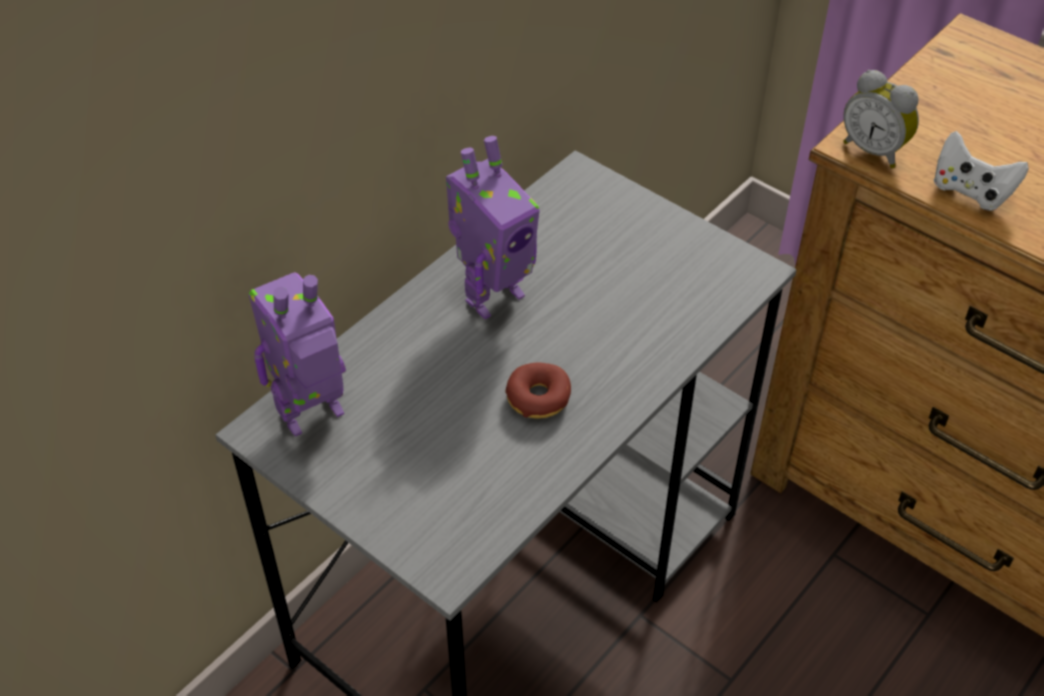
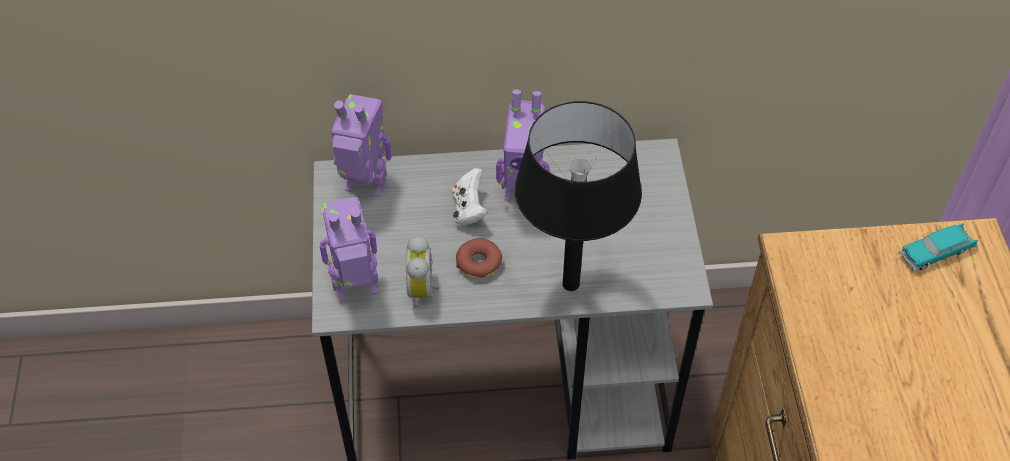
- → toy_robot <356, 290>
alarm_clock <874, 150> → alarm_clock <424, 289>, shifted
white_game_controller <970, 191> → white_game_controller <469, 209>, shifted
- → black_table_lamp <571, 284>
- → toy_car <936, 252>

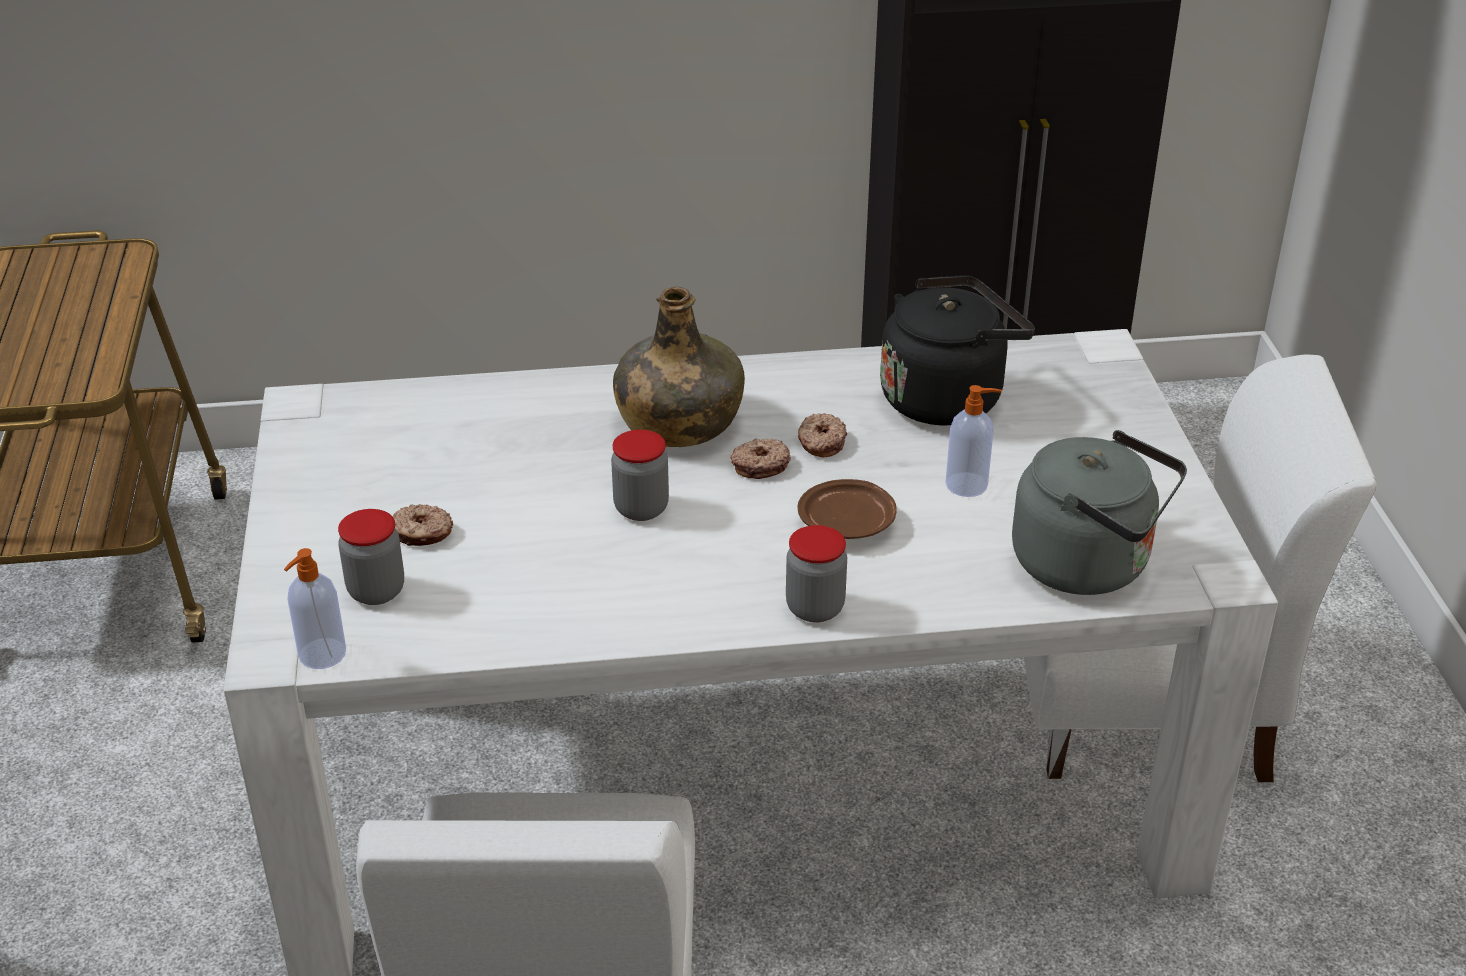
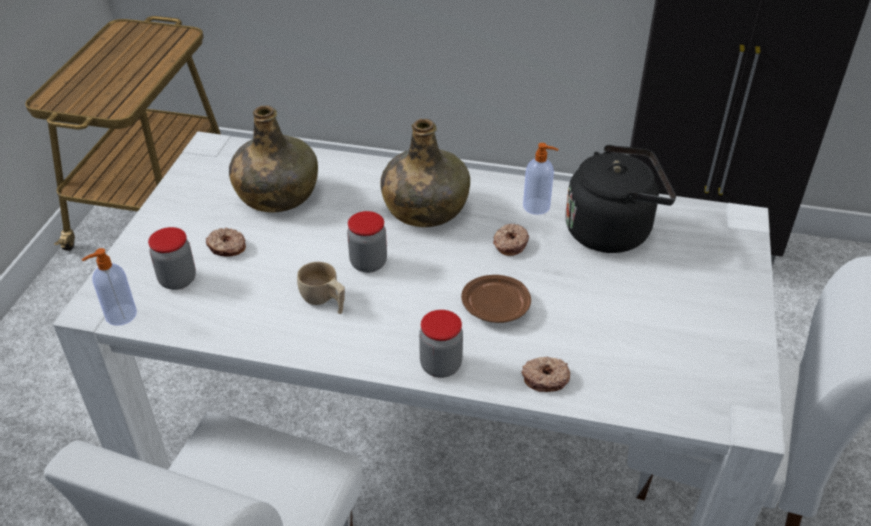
- → green_bottle <277, 195>
- → beige_cup <324, 301>
donut <760, 465> → donut <545, 378>, shifted
soap_dispenser <968, 485> → soap_dispenser <537, 207>, shifted
grey_kettle <1089, 565> → -

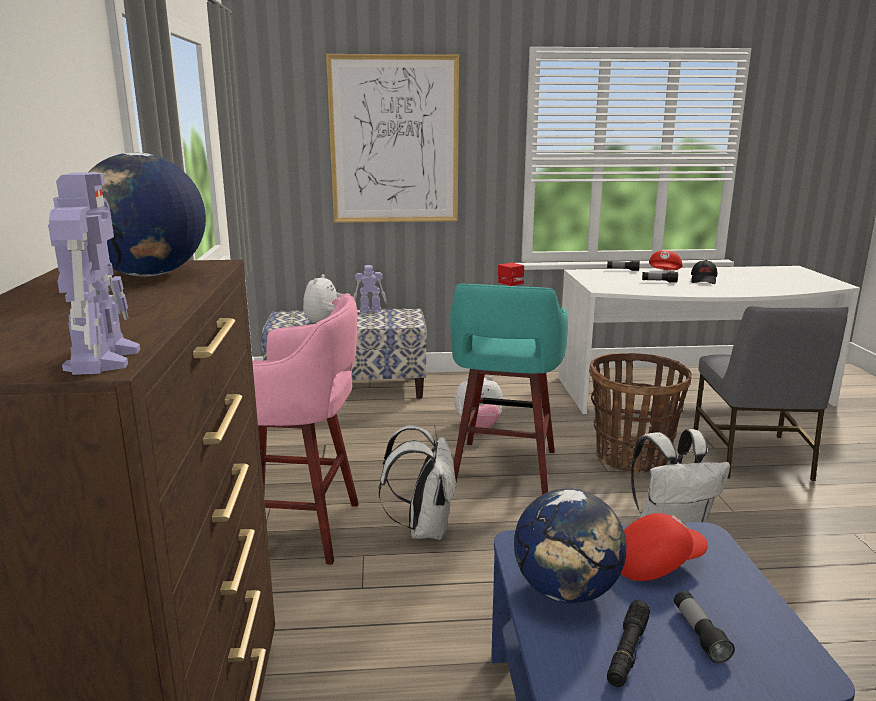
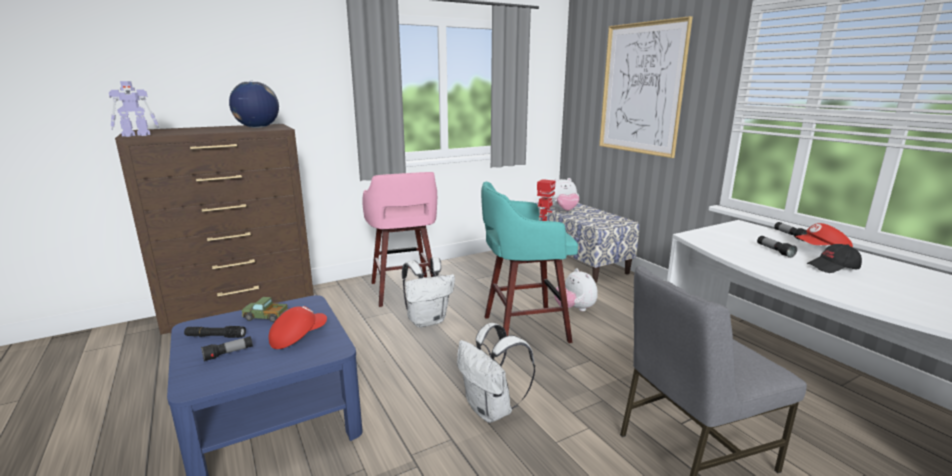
globe <566, 591> → toy_truck <266, 317>
red_cap <656, 563> → red_cap <298, 337>, 90 degrees counterclockwise
toy_robot <369, 311> → -
basket <632, 457> → -

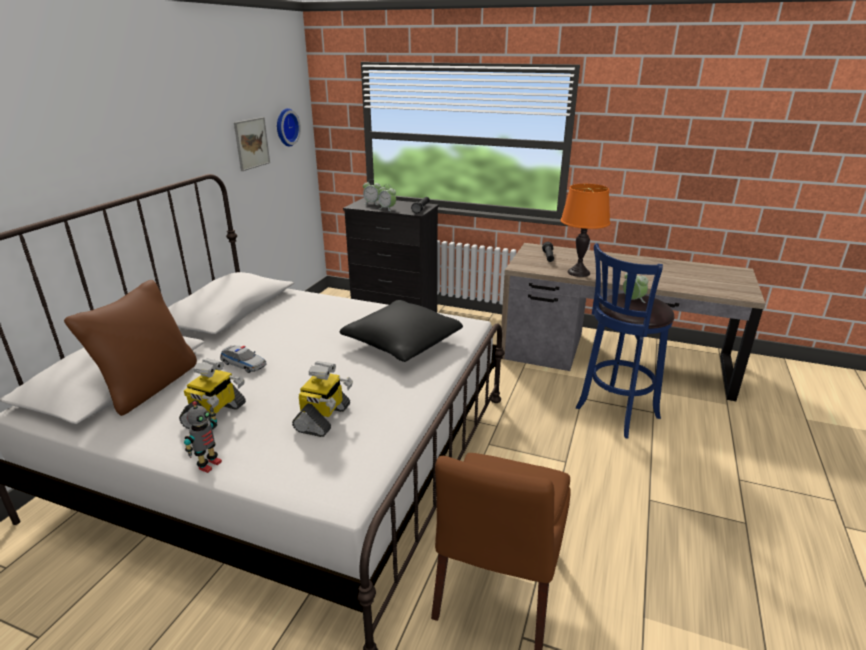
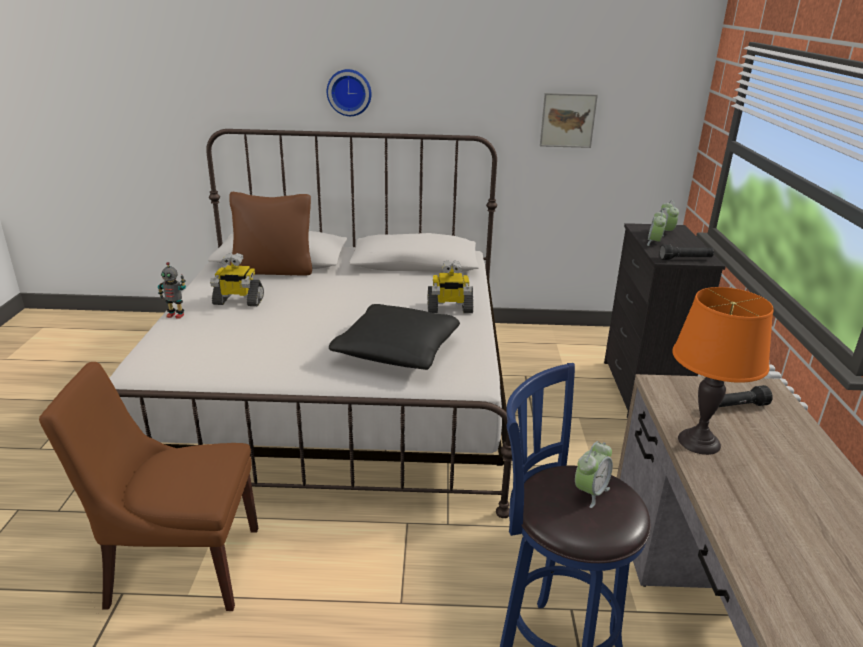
wall_clock <285, 127> → wall_clock <349, 92>, shifted
toy_robot <324, 419> → toy_robot <449, 309>, shifted
toy_car <244, 364> → -

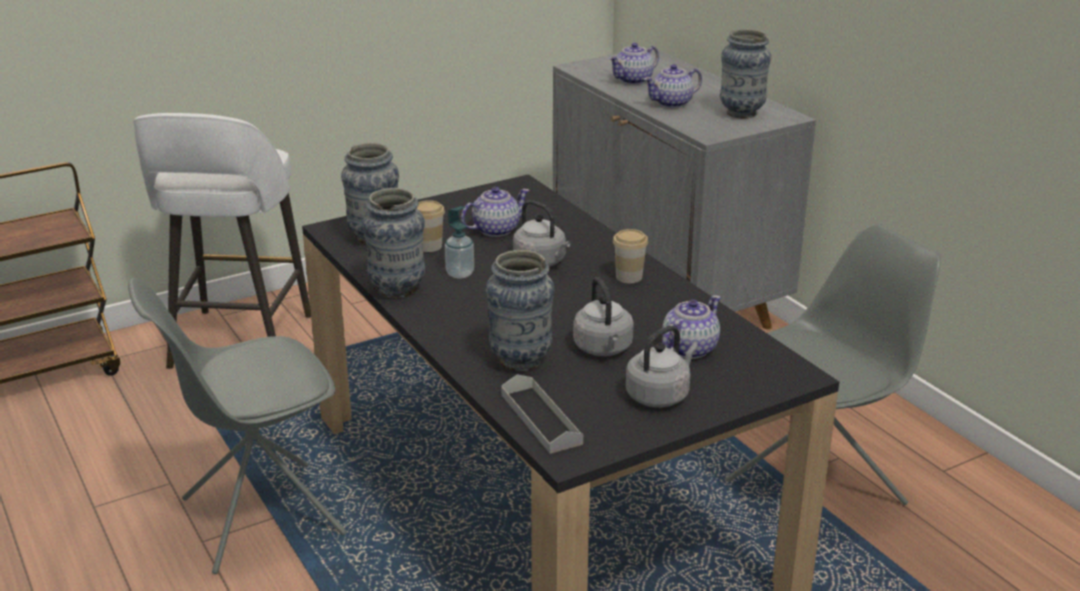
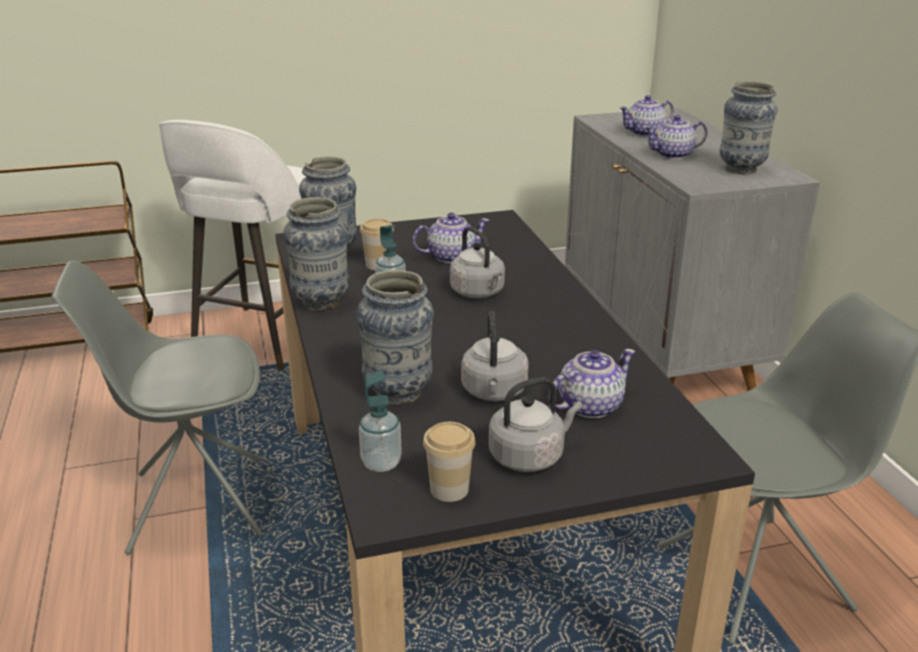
grey_tray <541, 419> → soap_dispenser <381, 463>
cup <629, 277> → cup <449, 489>, shifted

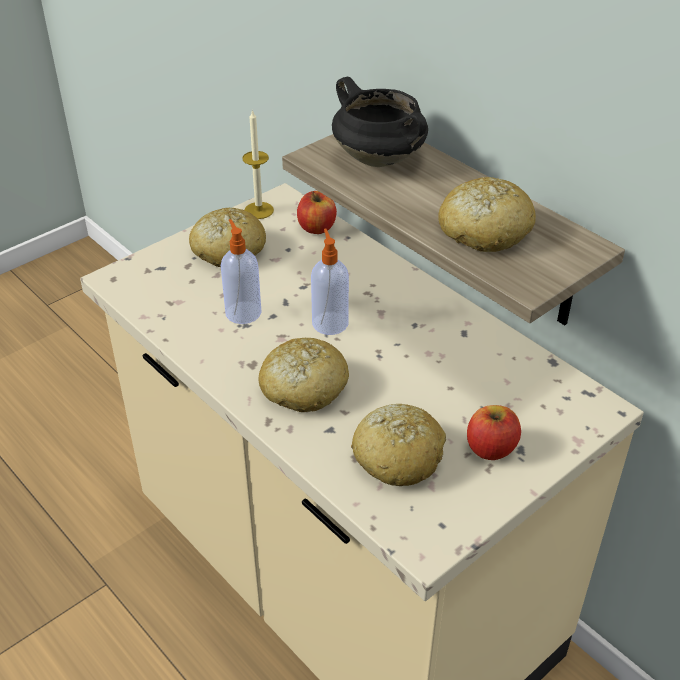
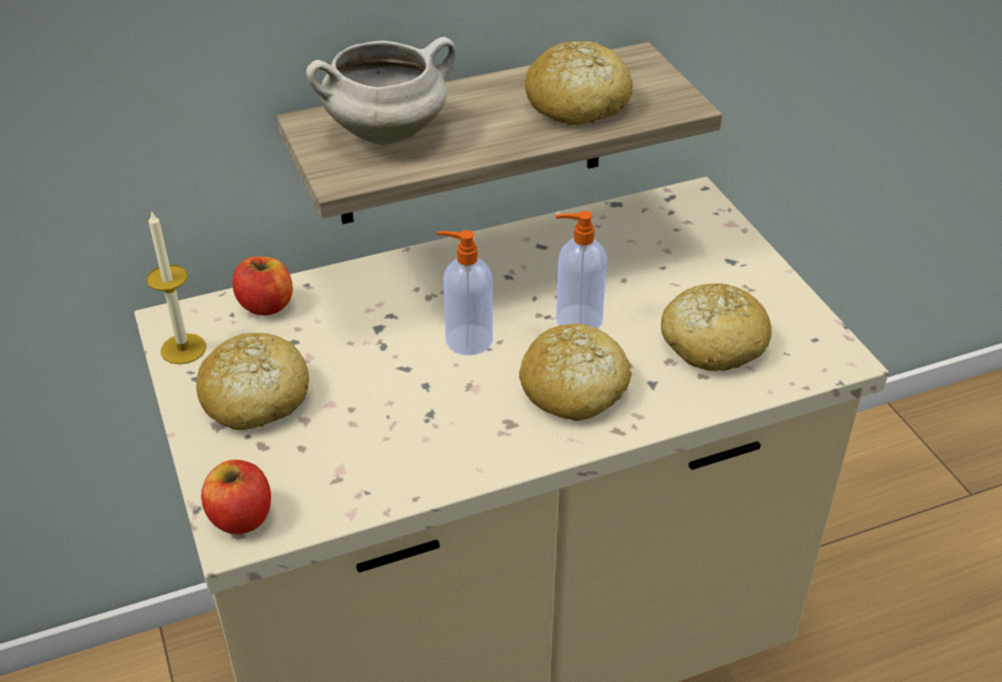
apple <490, 448> → apple <241, 517>, shifted
black_cooking_pot <381, 159> → white_cooking_pot <387, 132>
soap_dispenser <243, 312> → soap_dispenser <577, 320>, shifted

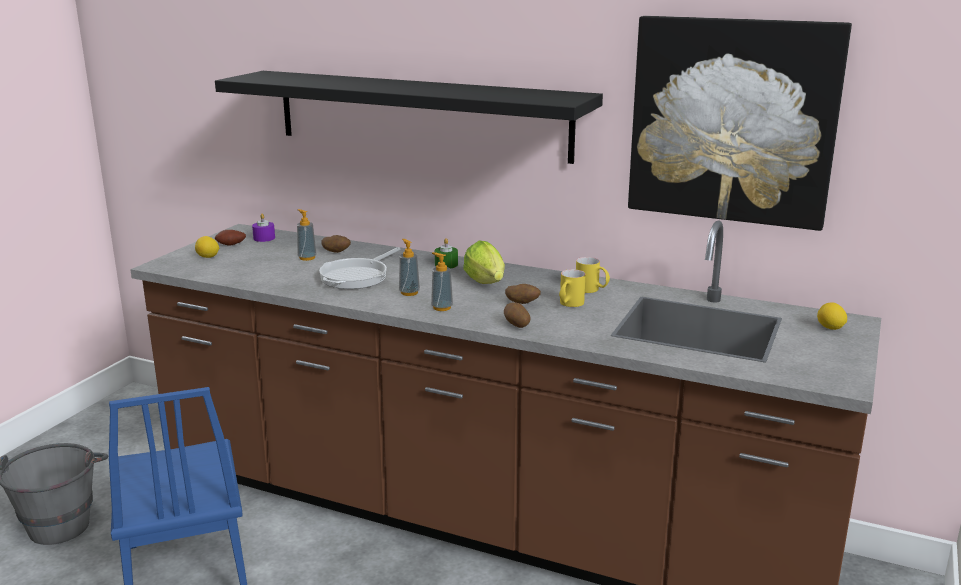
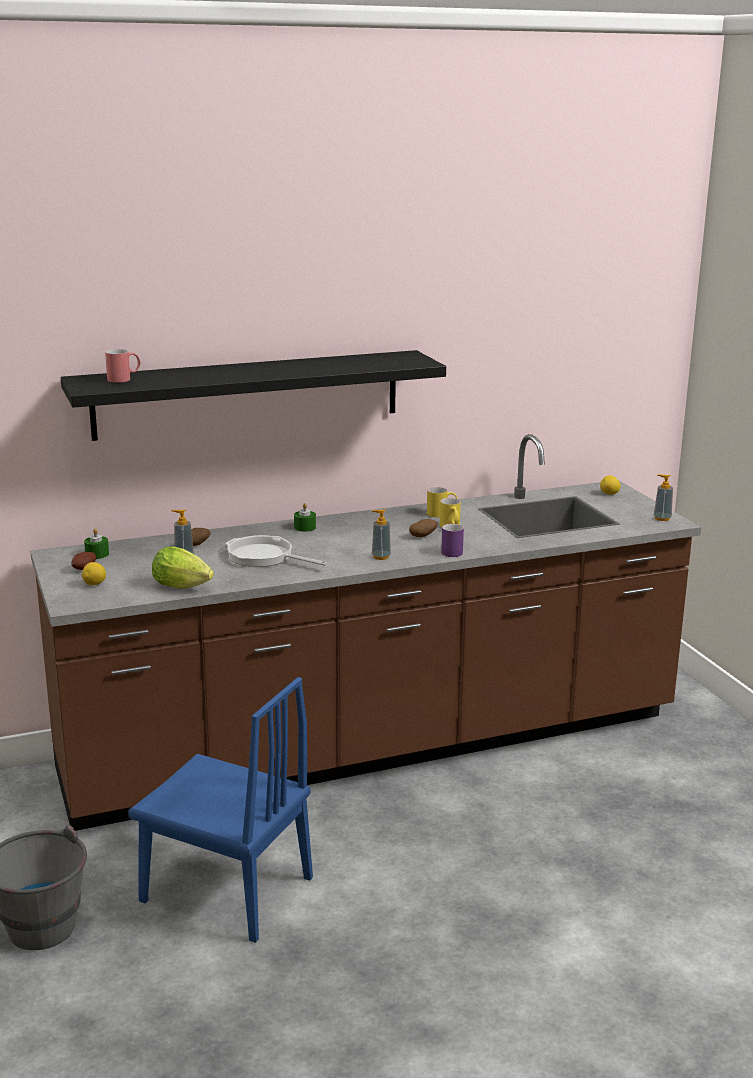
purple_candle <264, 238> → green_candle <97, 554>
- → red_mug <124, 379>
lettuce <487, 284> → lettuce <185, 587>, shifted
frying_pan <357, 276> → frying_pan <264, 557>, 135 degrees clockwise
potato <516, 325> → purple_mug <453, 551>
soap_dispenser <409, 293> → soap_dispenser <662, 518>, shifted
picture <732, 121> → -

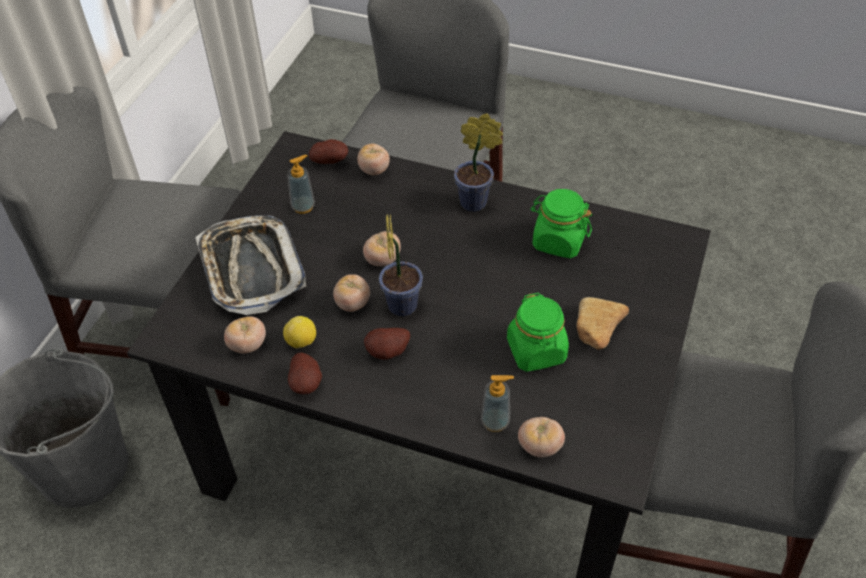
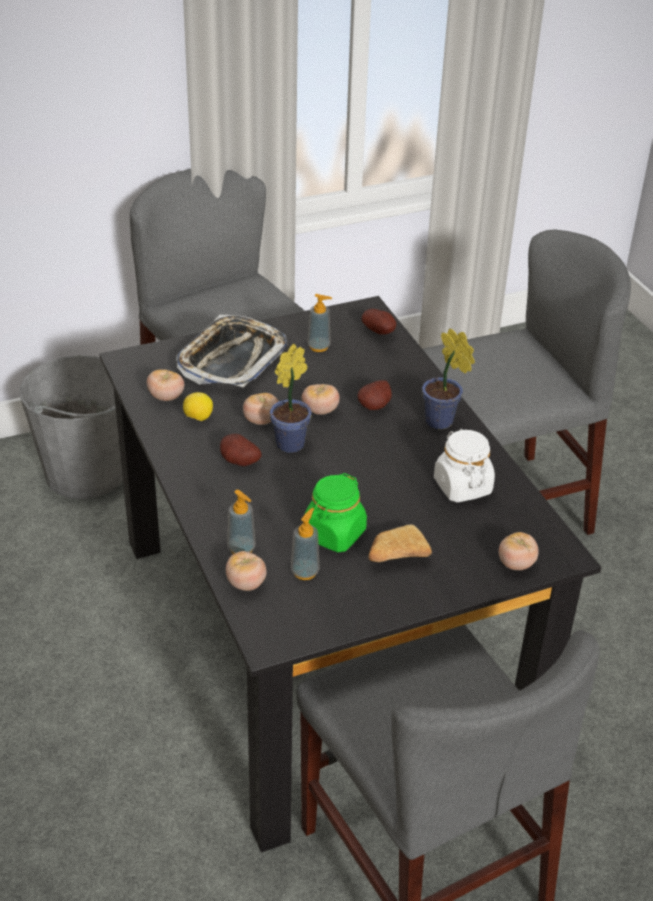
- → soap_dispenser <305, 571>
potato <307, 383> → potato <376, 407>, shifted
green_jar <558, 241> → white_jar <462, 486>
tomato <374, 170> → tomato <516, 564>, shifted

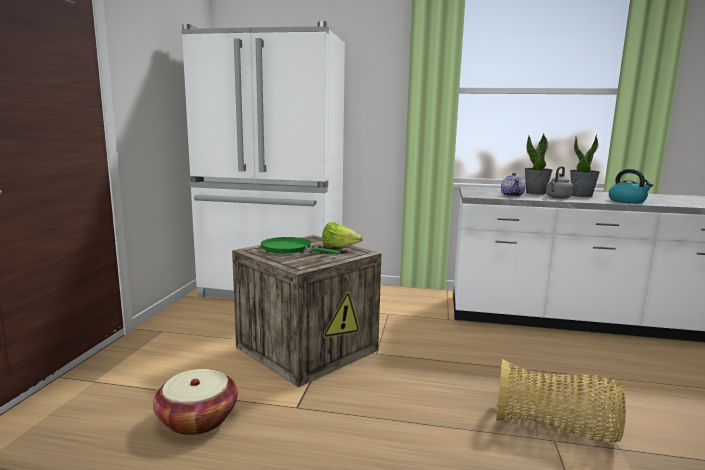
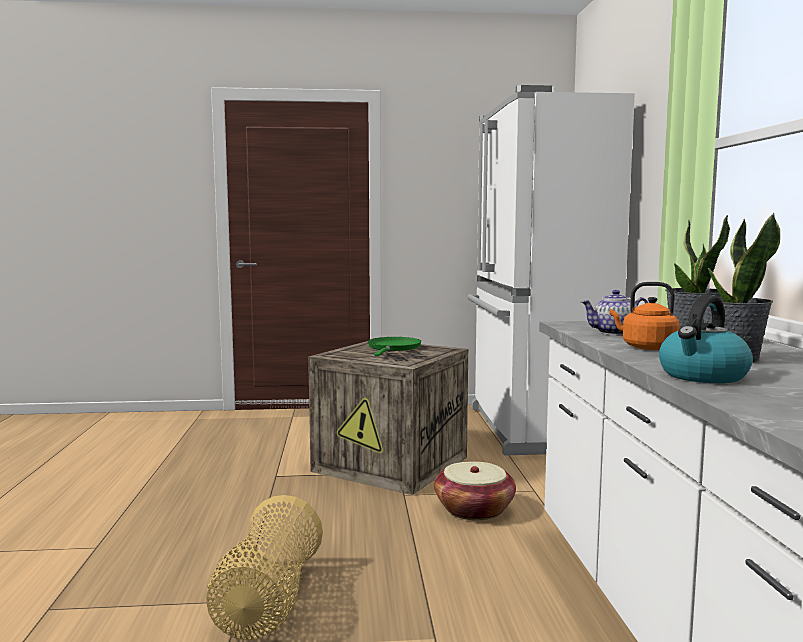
basket <198, 419> → basket <474, 510>, shifted
grey_kettle <557, 197> → orange_kettle <645, 347>
lettuce <339, 248> → -

